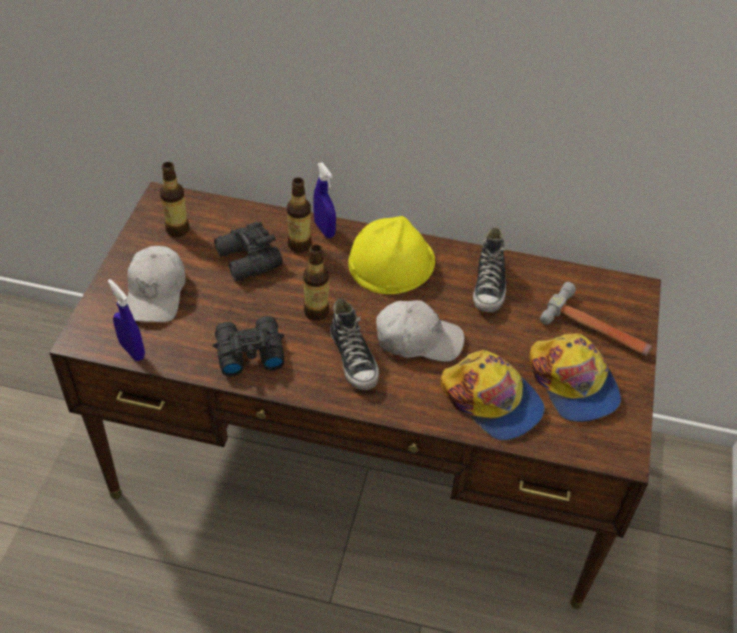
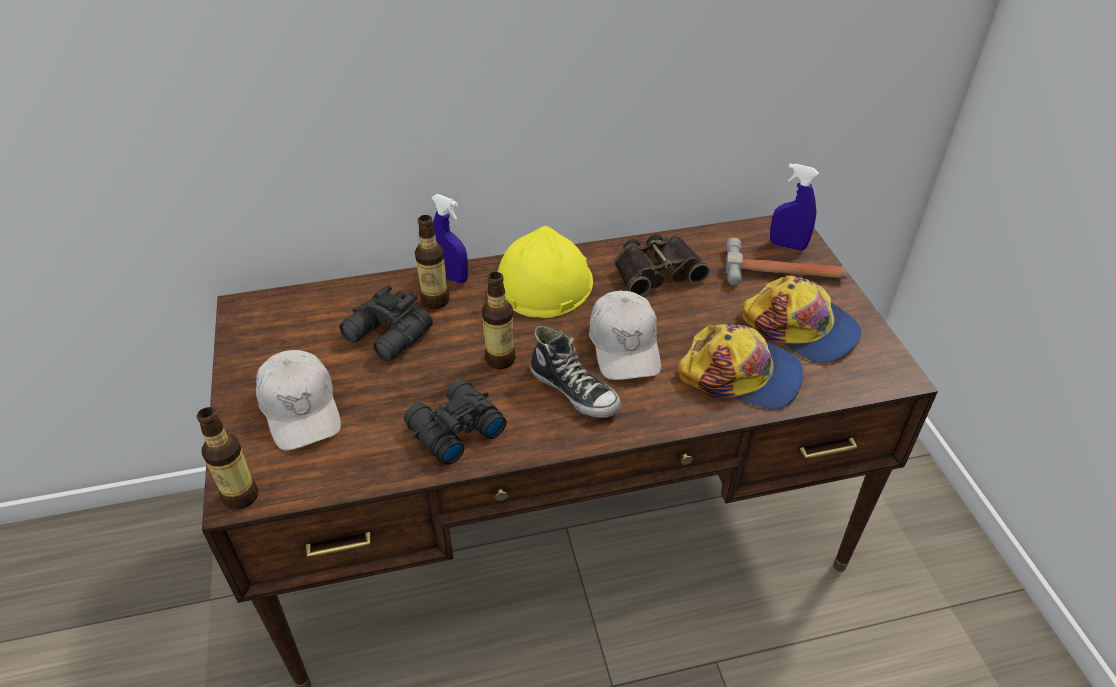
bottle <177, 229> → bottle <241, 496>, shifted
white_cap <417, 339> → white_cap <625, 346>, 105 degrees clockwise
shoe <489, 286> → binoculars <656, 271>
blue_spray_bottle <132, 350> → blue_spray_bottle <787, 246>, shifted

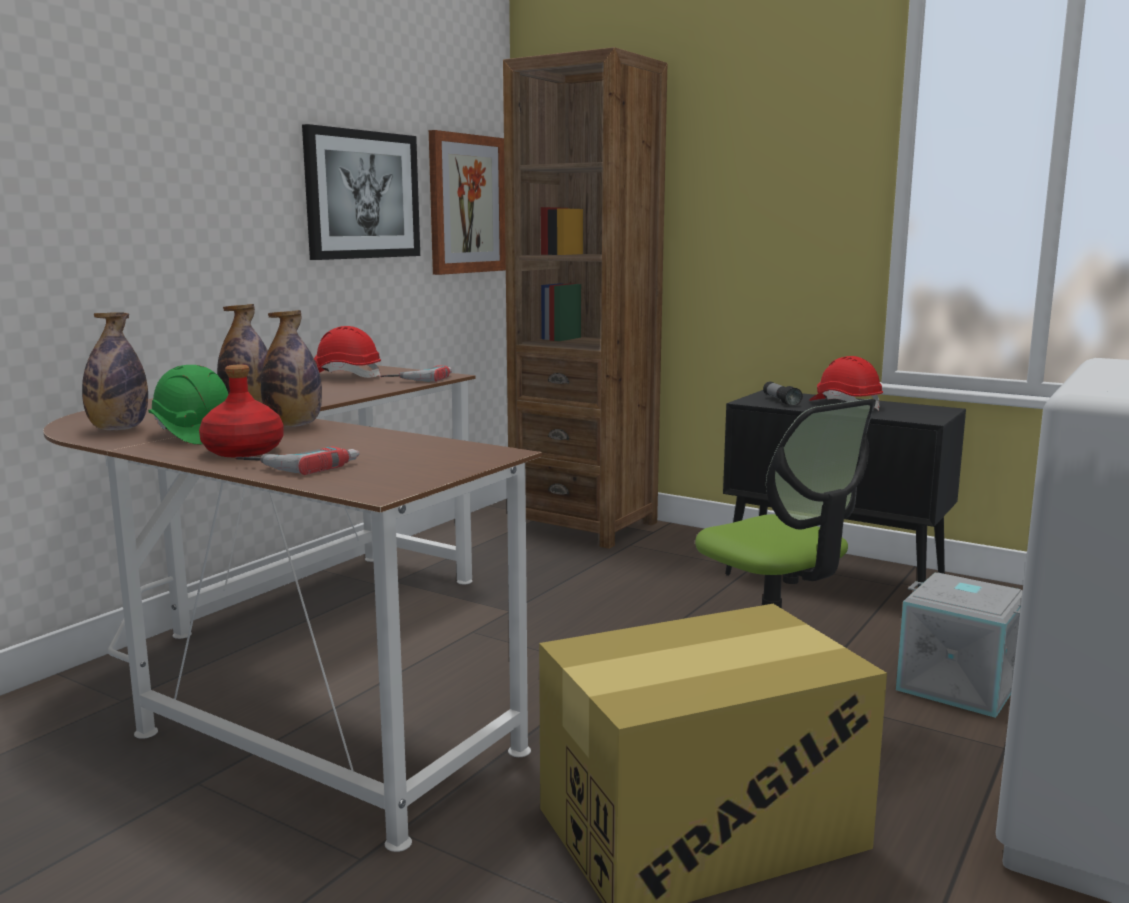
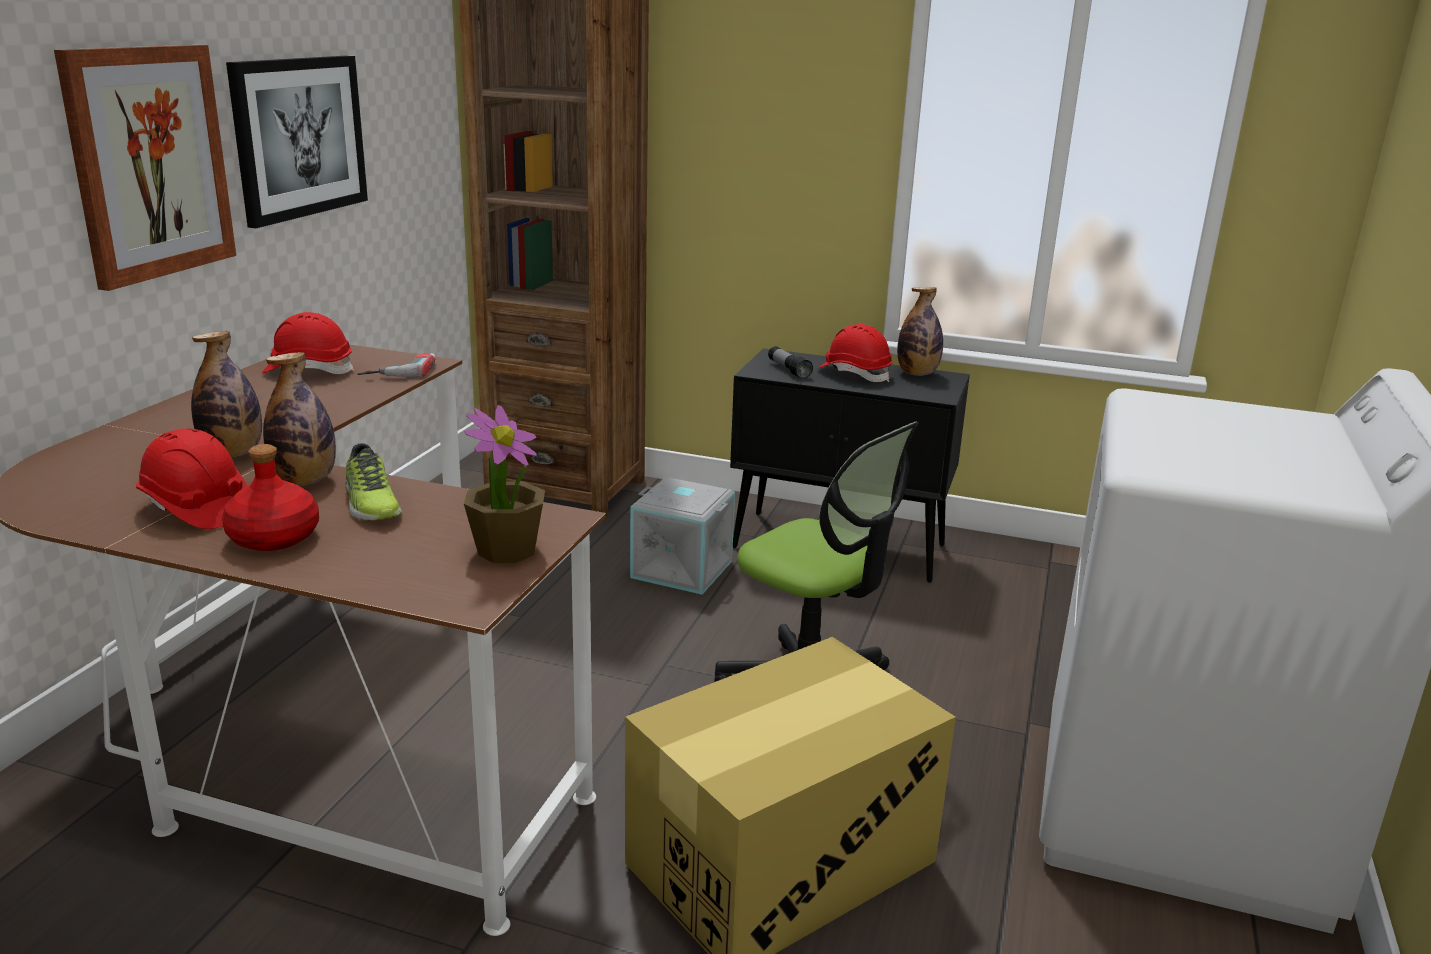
picture <466, 204> → picture <149, 163>, shifted
green_hard_hat <196, 435> → red_hard_hat <196, 508>
- → shoe <370, 503>
- → potted_plant <507, 550>
grey_storage_box <959, 685> → grey_storage_box <683, 568>, shifted
bottle <118, 429> → bottle <917, 374>, shifted
power_drill <300, 464> → -

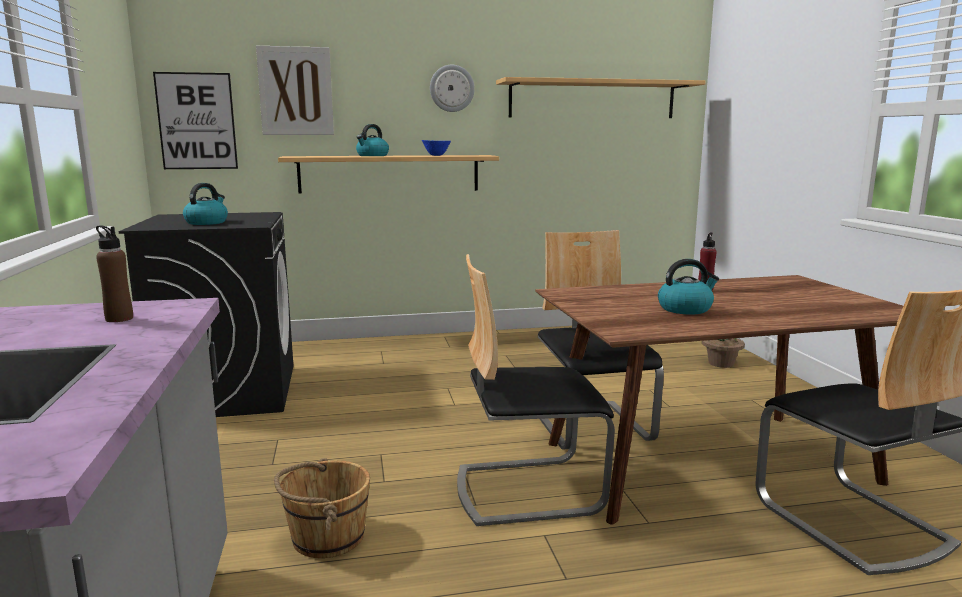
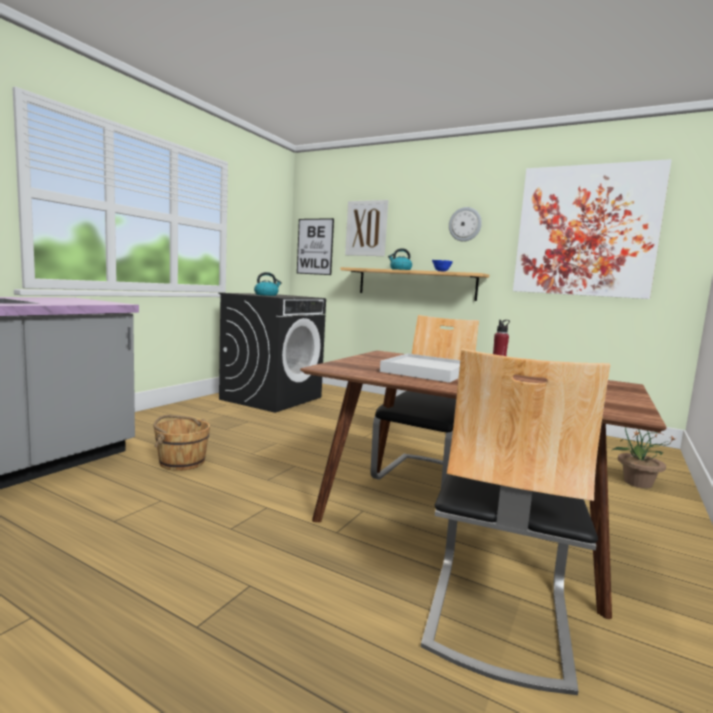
kettle <685, 309> → white_tray <426, 372>
shelf <592, 99> → picture <585, 231>
brown_bottle <119, 319> → -
chair <527, 489> → -

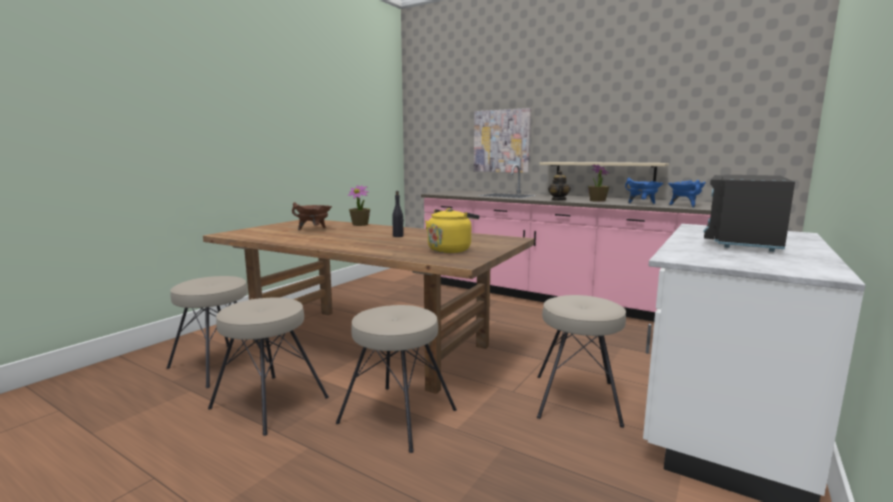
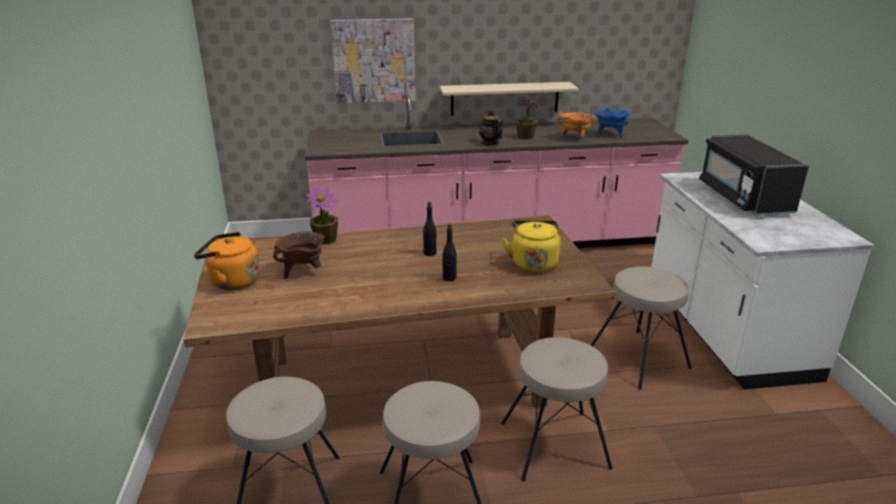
- → orange_kettle <232, 282>
- → black_bottle <449, 278>
blue_cooking_pot <642, 204> → orange_cooking_pot <575, 138>

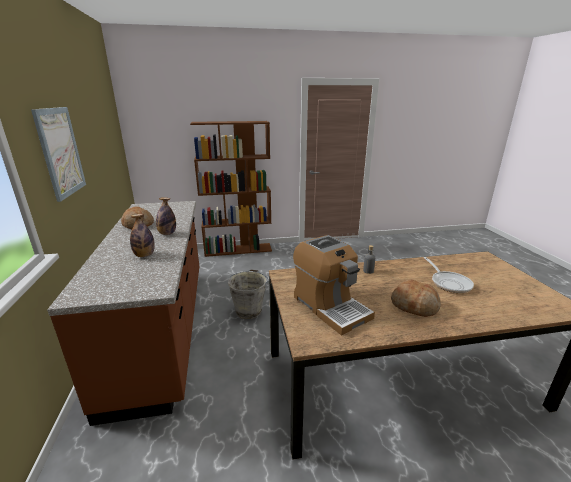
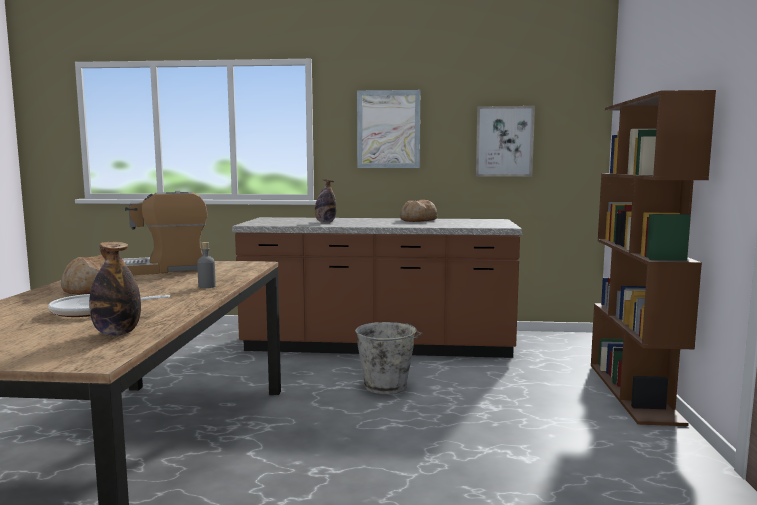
bottle <167, 233> → bottle <117, 333>, shifted
- → picture <504, 141>

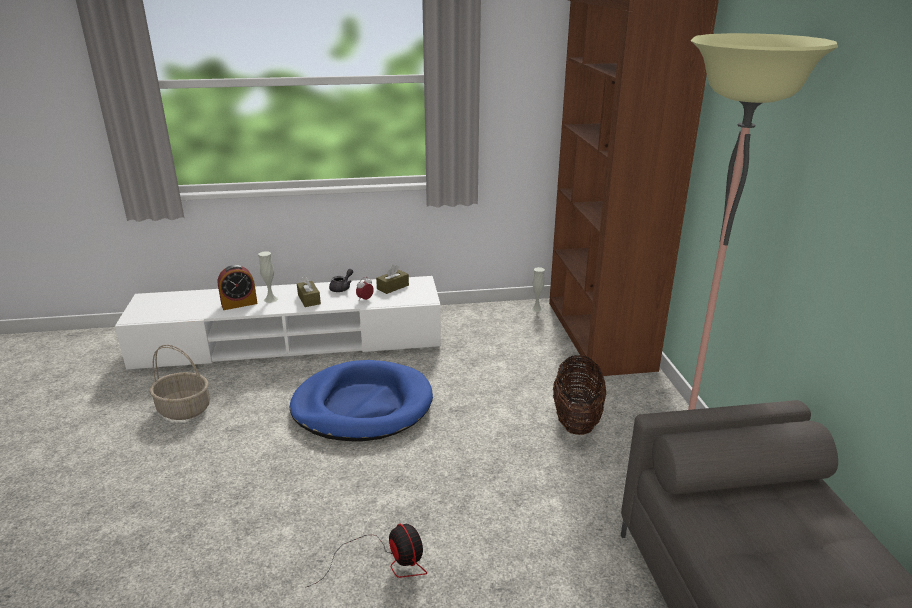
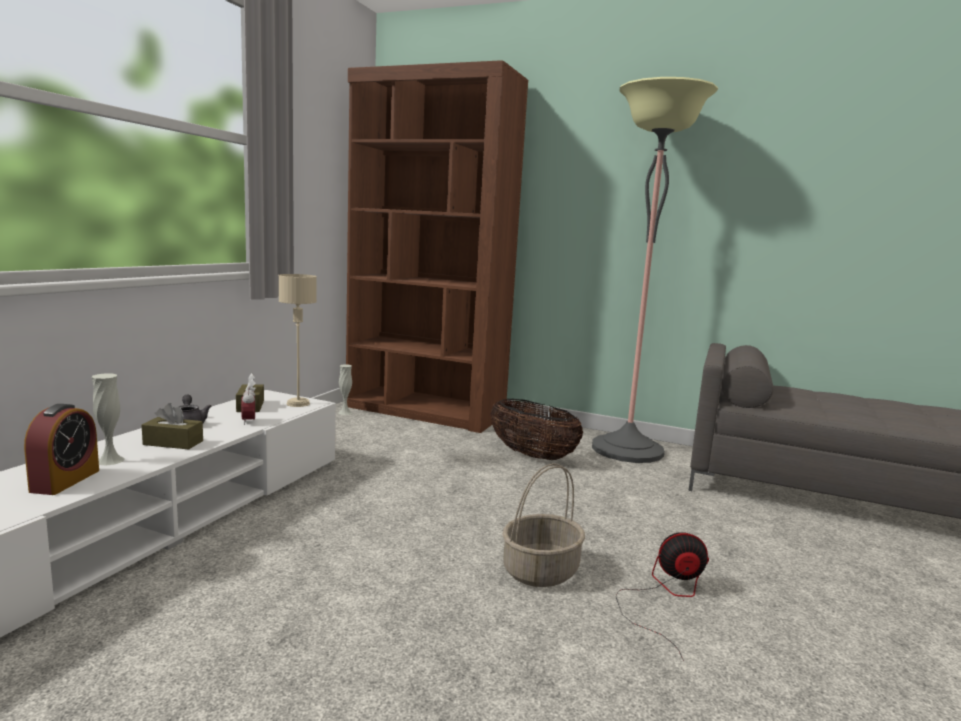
- → beige_table_lamp <298, 403>
basket <185, 409> → basket <540, 571>, shifted
blue_dog_bed <362, 406> → -

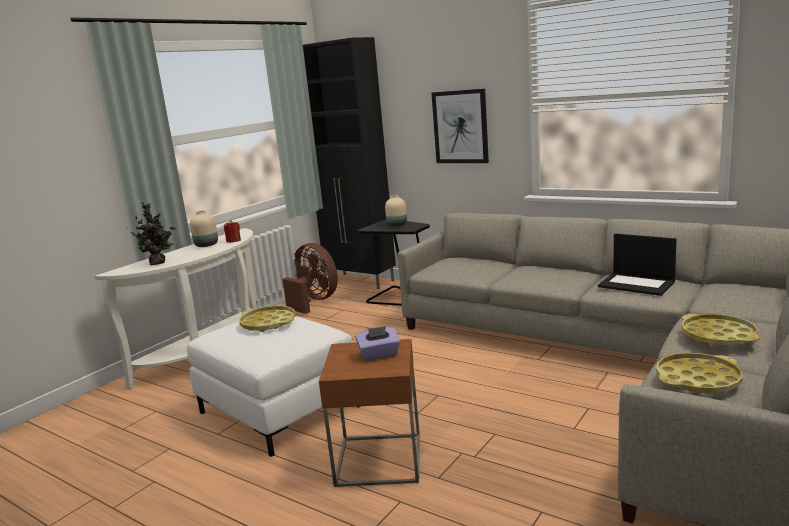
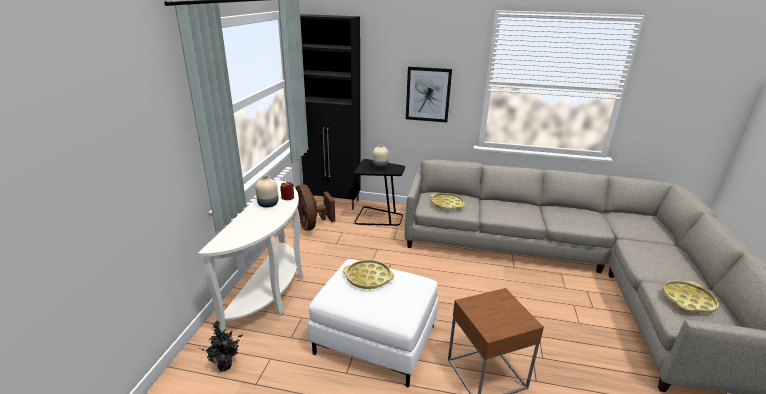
potted_plant <159, 263> → potted_plant <226, 365>, shifted
brown_fan <313, 301> → brown_fan <311, 225>, 135 degrees counterclockwise
yellow_tray <718, 336> → yellow_tray <447, 204>, shifted
purple_tissue_box <379, 355> → -
laptop <637, 284> → -

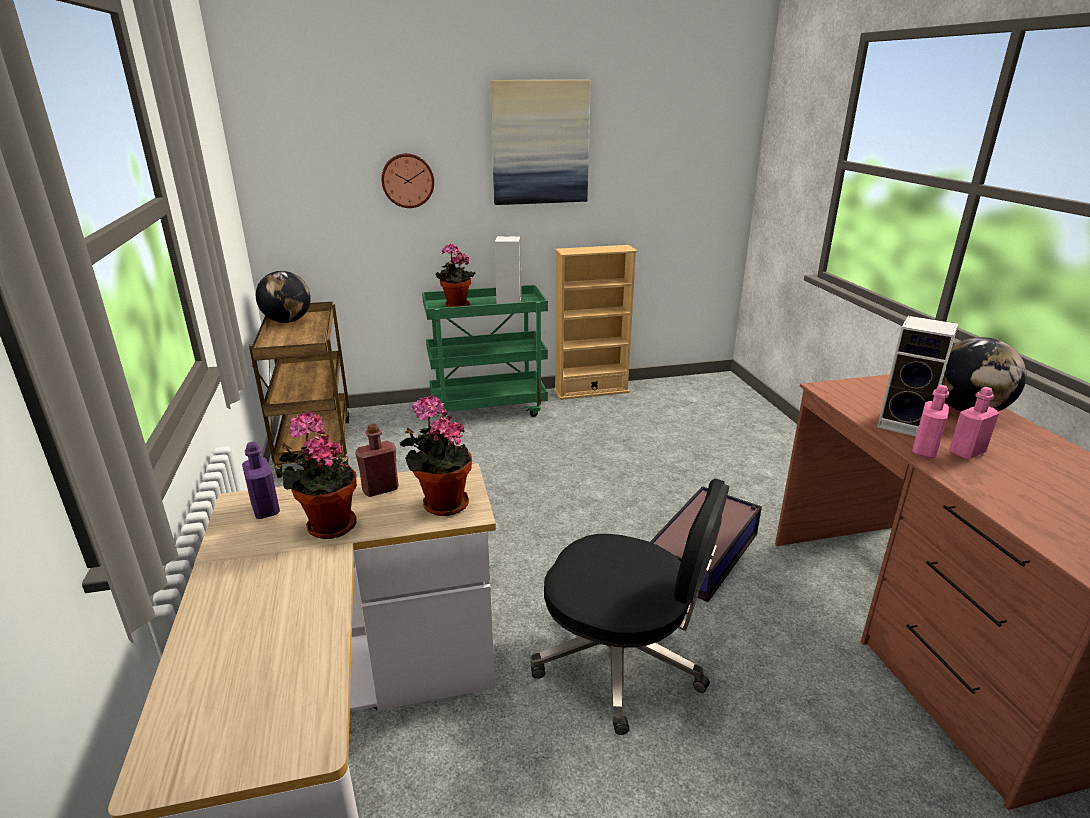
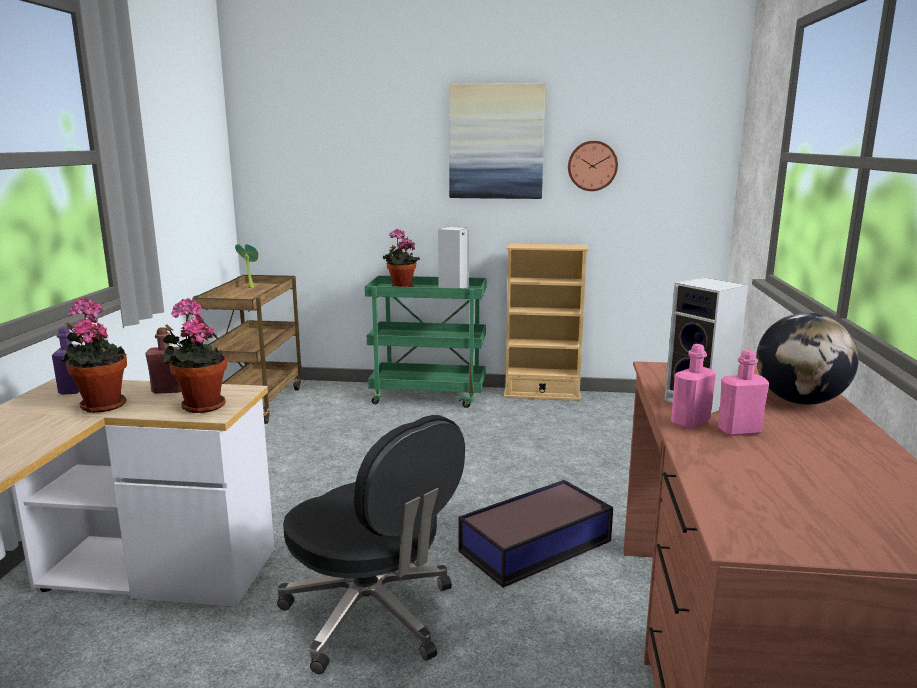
globe <287, 321> → potted_plant <250, 287>
wall_clock <407, 180> → wall_clock <592, 166>, shifted

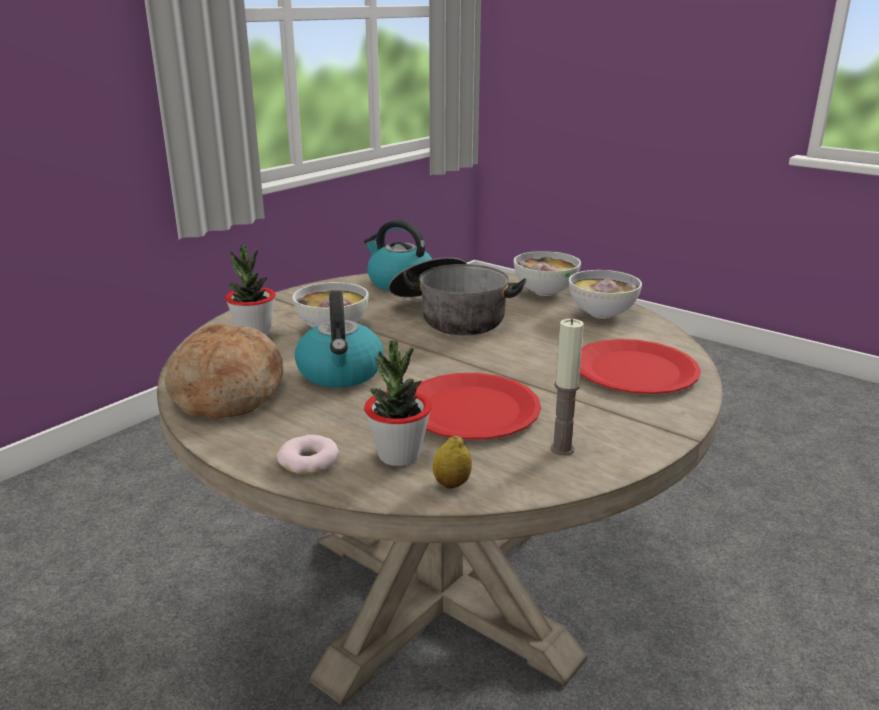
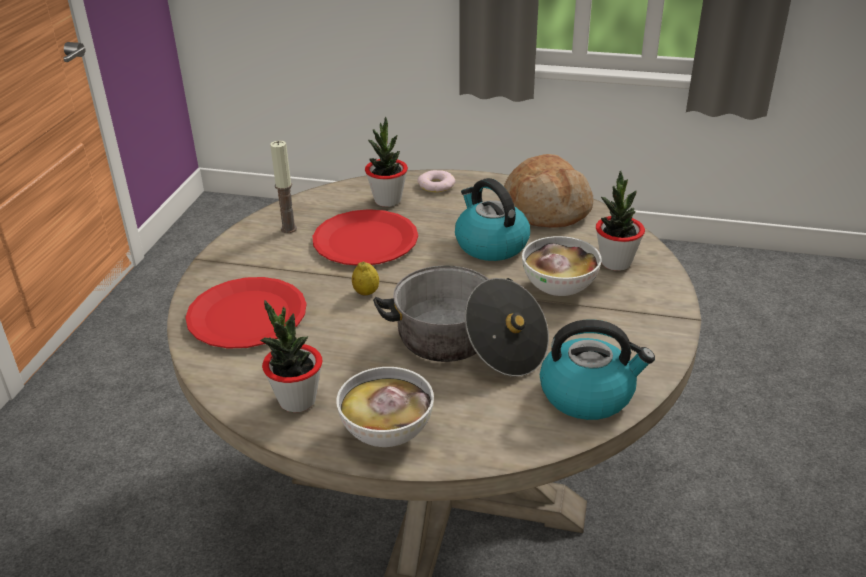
bowl <602, 314> → potted_plant <297, 400>
lemon <452, 484> → lemon <366, 292>, shifted

